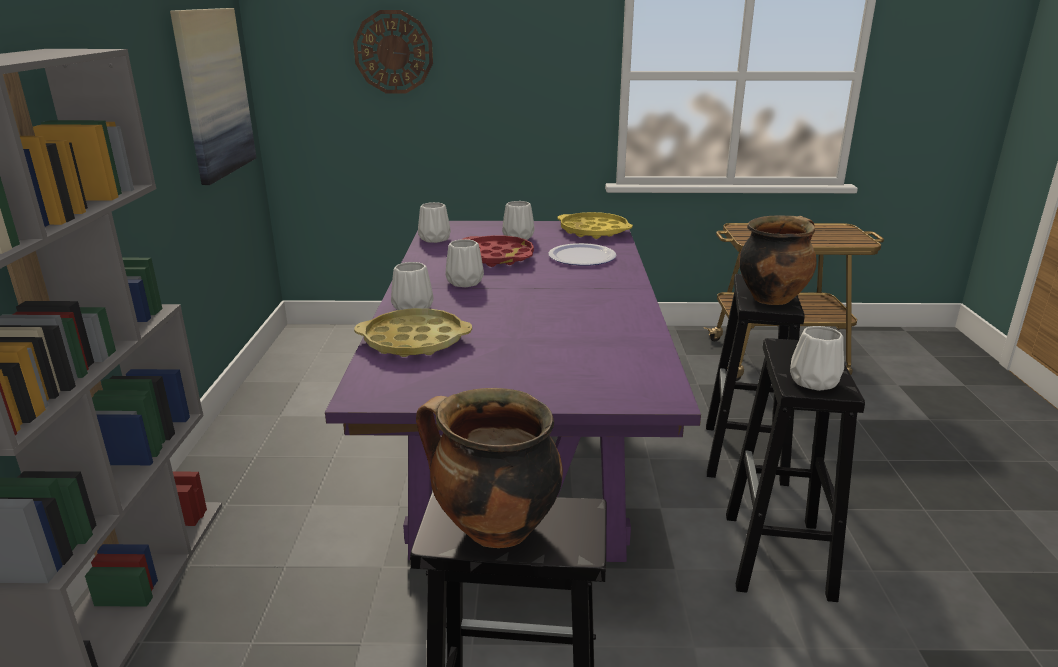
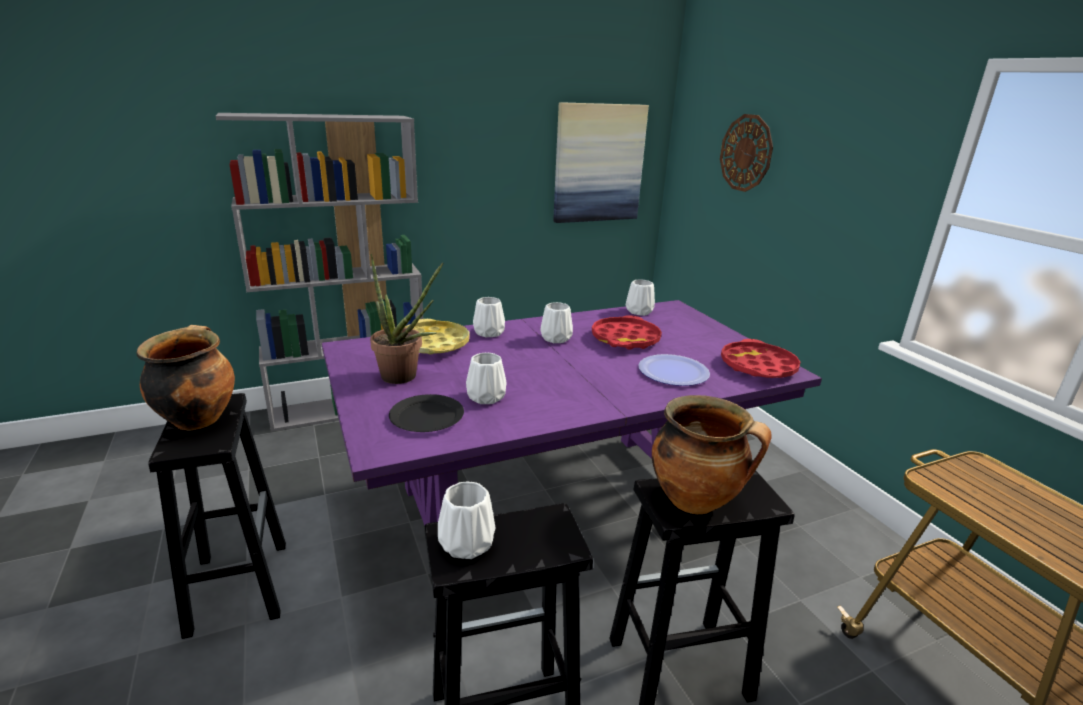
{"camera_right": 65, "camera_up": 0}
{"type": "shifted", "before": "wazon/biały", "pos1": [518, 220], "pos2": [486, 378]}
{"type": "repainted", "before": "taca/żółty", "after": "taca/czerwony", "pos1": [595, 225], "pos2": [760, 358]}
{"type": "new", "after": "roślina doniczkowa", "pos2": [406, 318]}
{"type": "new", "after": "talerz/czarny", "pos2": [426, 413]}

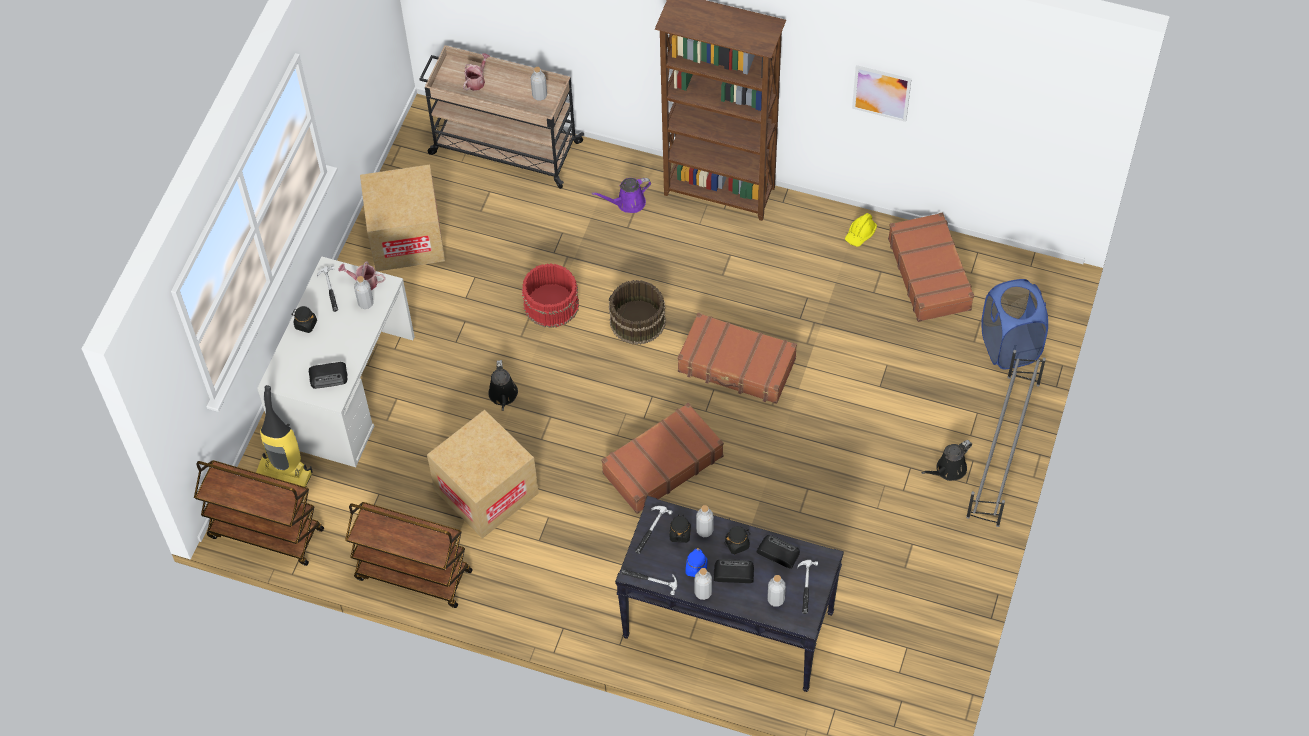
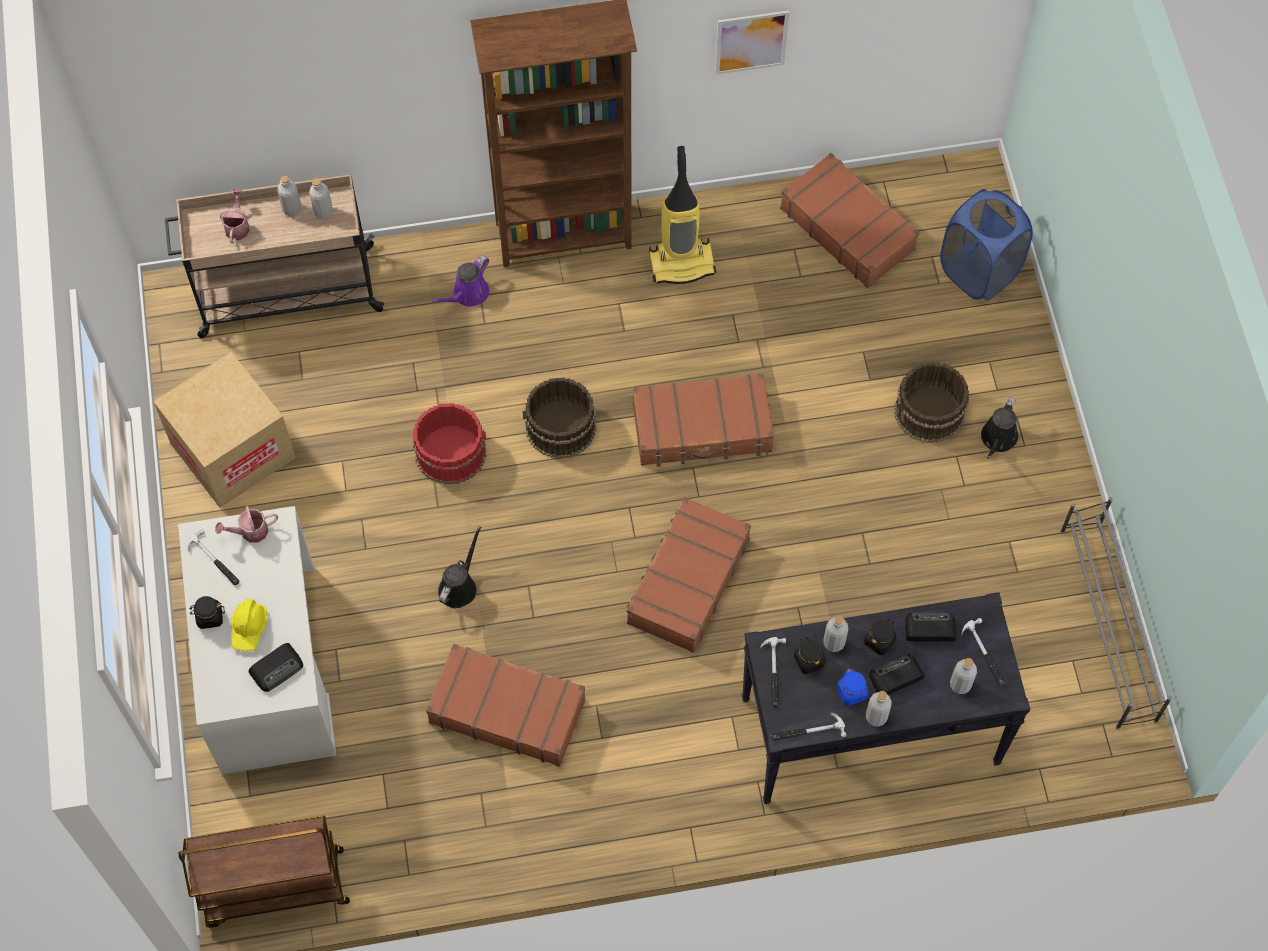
{"camera_right": -30, "camera_up": 5}
{"type": "shifted", "before": "kask/żółty", "pos1": [861, 230], "pos2": [249, 625]}
{"type": "shifted", "before": "butelka/szary", "pos1": [364, 292], "pos2": [289, 196]}
{"type": "shifted", "before": "regał na buty/szary", "pos1": [1006, 438], "pos2": [1116, 613]}
{"type": "rotated", "before": "konewka/czarny", "pos1": [503, 385], "pos2": [459, 567], "turn": -120}
{"type": "shifted", "before": "odkurzacz", "pos1": [284, 436], "pos2": [682, 215]}
{"type": "swapped", "before": "karton", "after": "walizka/brązowy", "pos1": [483, 474], "pos2": [506, 705]}
{"type": "gone", "before": "wózek/brązowy", "pos1": [409, 555]}
{"type": "new", "after": "wiadro/brązowy", "pos2": [931, 402]}

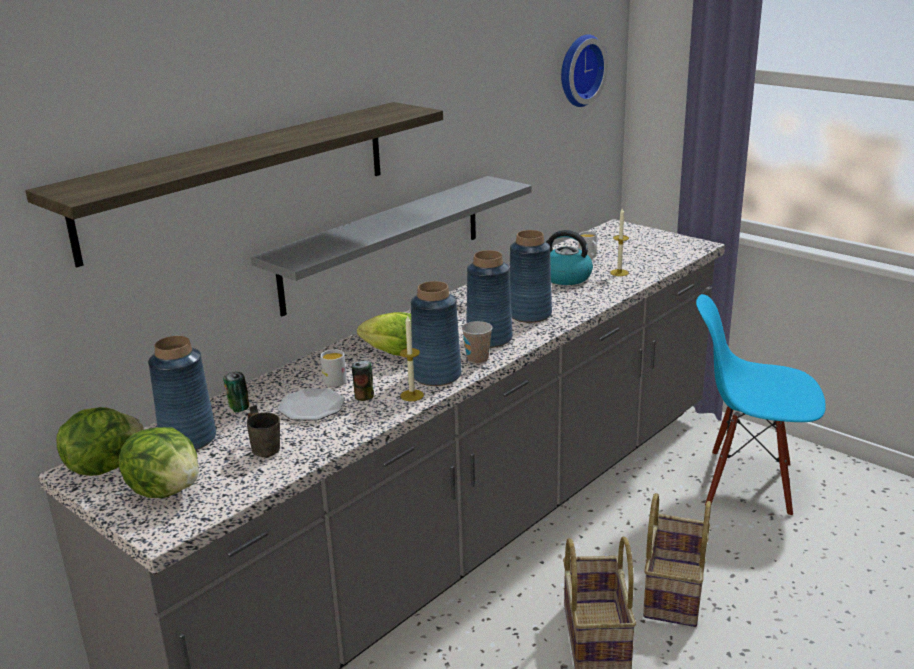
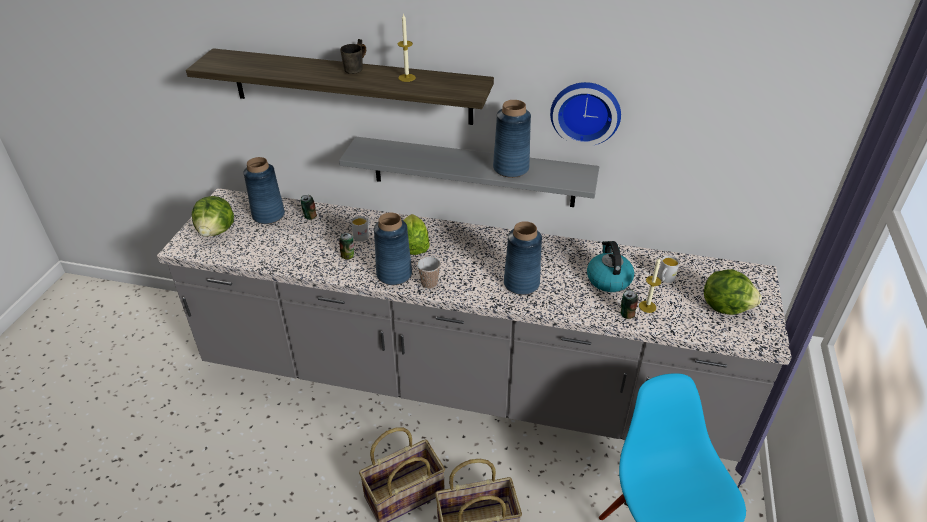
{"camera_right": 60, "camera_up": 15}
{"type": "shifted", "before": "zegar ścienny", "pos1": [584, 70], "pos2": [585, 114]}
{"type": "shifted", "before": "wazon/niebieski", "pos1": [489, 299], "pos2": [512, 139]}
{"type": "shifted", "before": "świeca", "pos1": [412, 358], "pos2": [407, 47]}
{"type": "gone", "before": "talerz", "pos1": [311, 404]}
{"type": "shifted", "before": "kubek/szary", "pos1": [263, 431], "pos2": [353, 56]}
{"type": "shifted", "before": "sałata", "pos1": [100, 441], "pos2": [733, 292]}
{"type": "new", "after": "puszka", "pos2": [629, 304]}

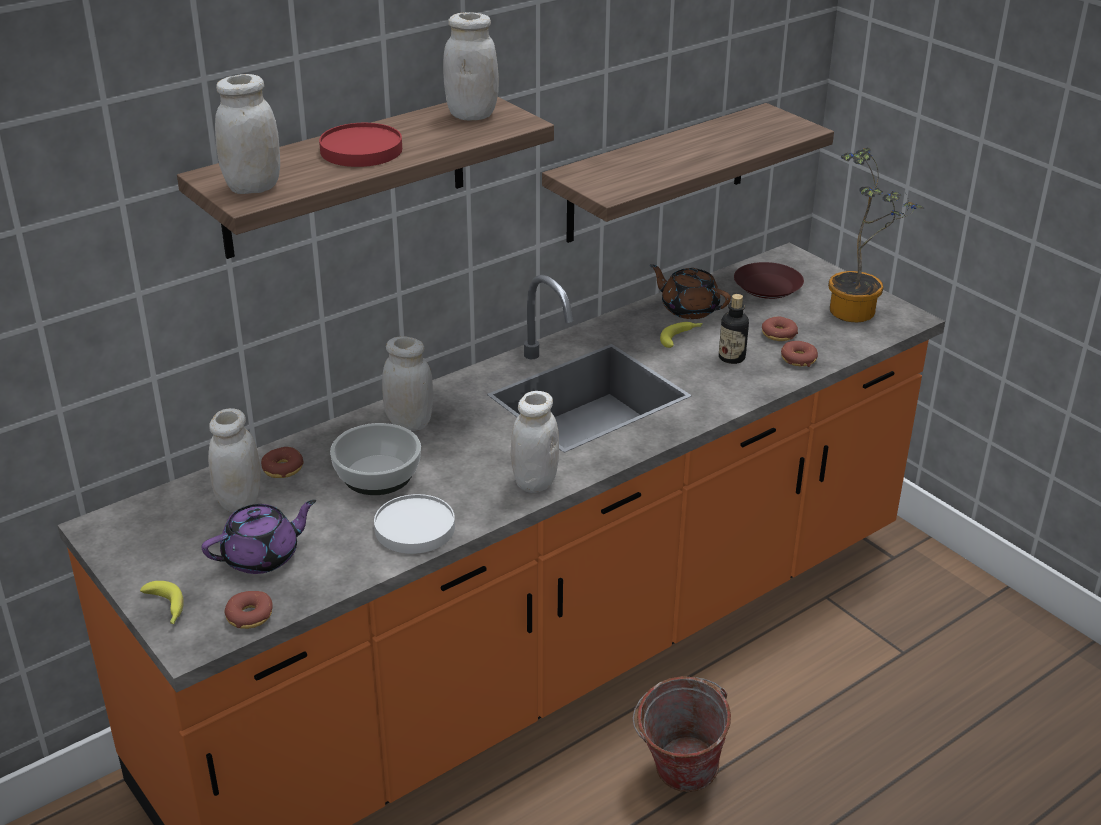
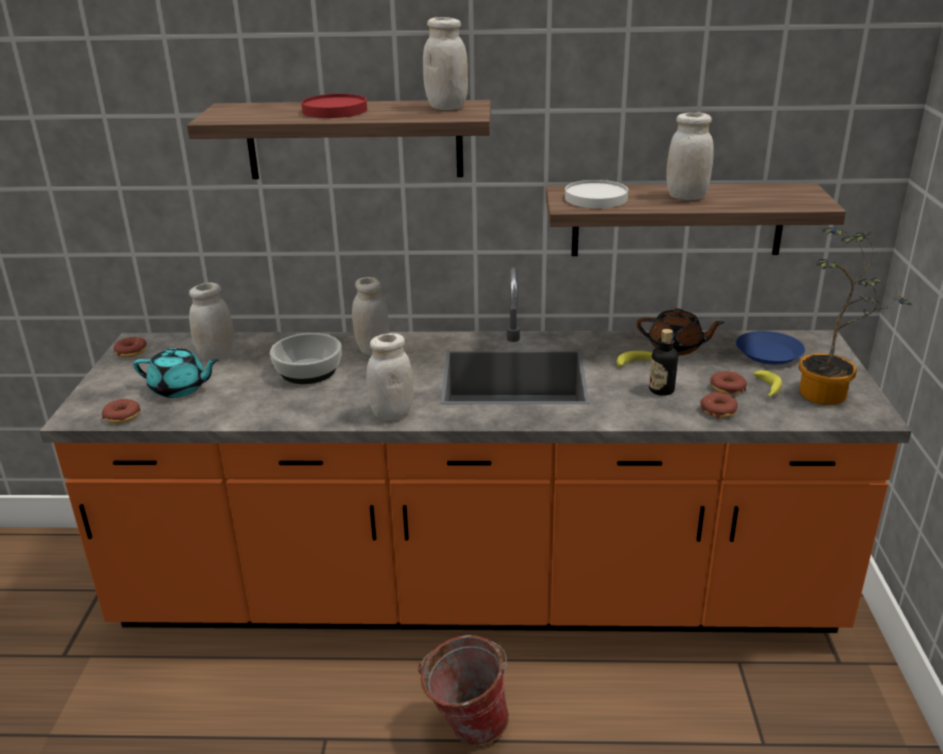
{"camera_right": 40, "camera_up": -5}
{"type": "shifted", "before": "słoik/biały", "pos1": [247, 134], "pos2": [690, 156]}
{"type": "repainted", "before": "talerz/brązowy", "after": "talerz/niebieski", "pos1": [769, 280], "pos2": [770, 348]}
{"type": "rotated", "before": "imbryk/brązowy", "pos1": [690, 291], "pos2": [681, 332], "turn": 120}
{"type": "shifted", "before": "donut", "pos1": [282, 462], "pos2": [130, 347]}
{"type": "shifted", "before": "talerz/biały", "pos1": [414, 524], "pos2": [596, 194]}
{"type": "repainted", "before": "imbryk/fioletowy", "after": "imbryk/turkusowy", "pos1": [259, 537], "pos2": [176, 373]}
{"type": "shifted", "before": "banan", "pos1": [162, 602], "pos2": [767, 383]}

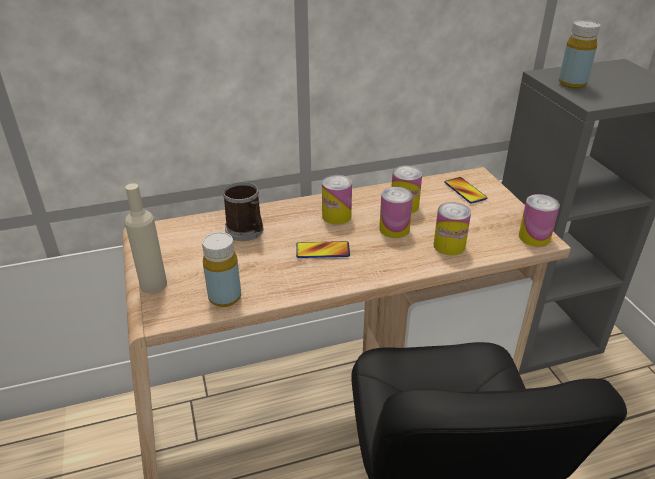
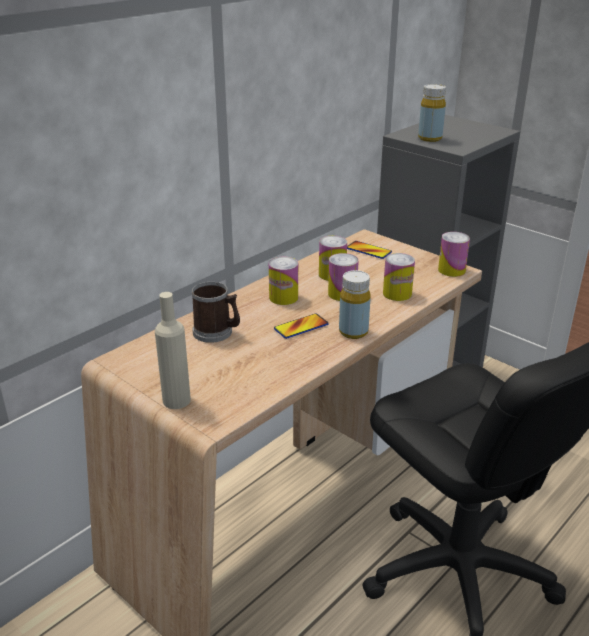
{"camera_right": -30, "camera_up": -5}
{"type": "shifted", "before": "butelka/żółty", "pos1": [221, 269], "pos2": [355, 304]}

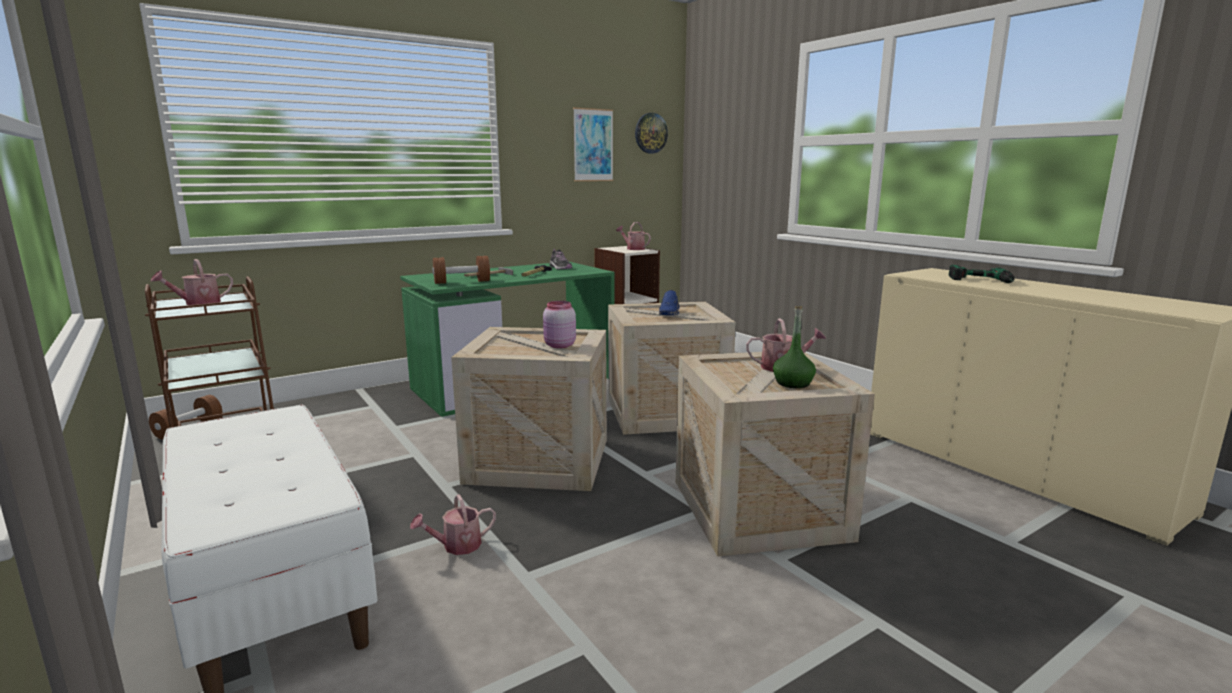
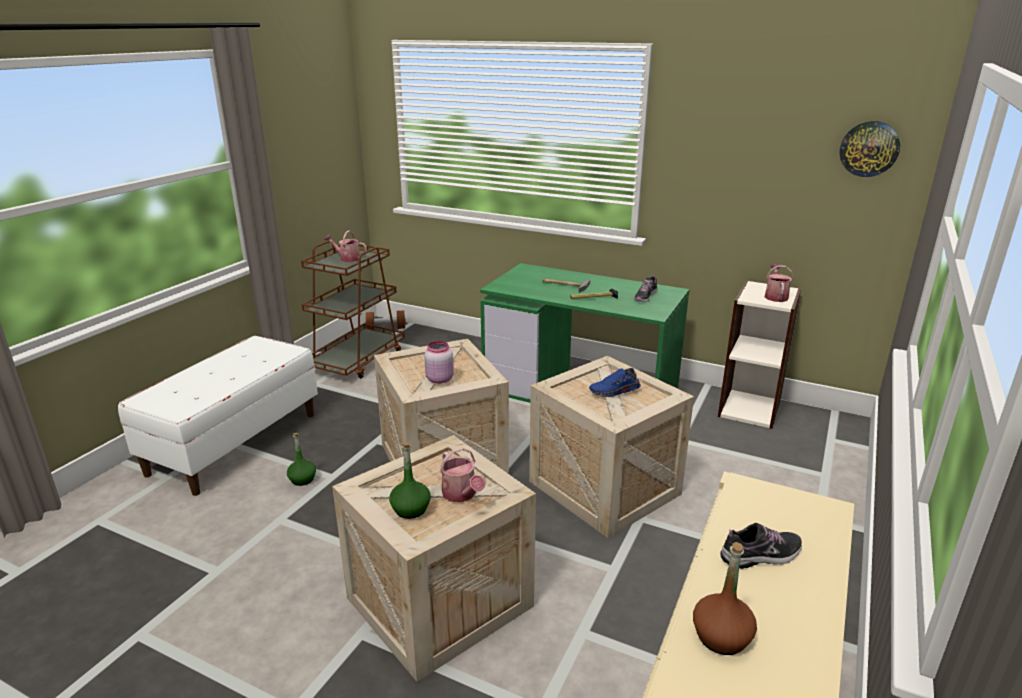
{"camera_right": 60, "camera_up": 10}
{"type": "gone", "before": "obraz", "pos1": [593, 144]}
{"type": "gone", "before": "hantel/brązowy", "pos1": [461, 270]}
{"type": "swapped", "before": "wiertarka", "after": "but", "pos1": [981, 274], "pos2": [761, 546]}
{"type": "swapped", "before": "konewka", "after": "butelka/zielony", "pos1": [453, 524], "pos2": [301, 459]}
{"type": "new", "after": "butelka/brązowy", "pos2": [725, 598]}

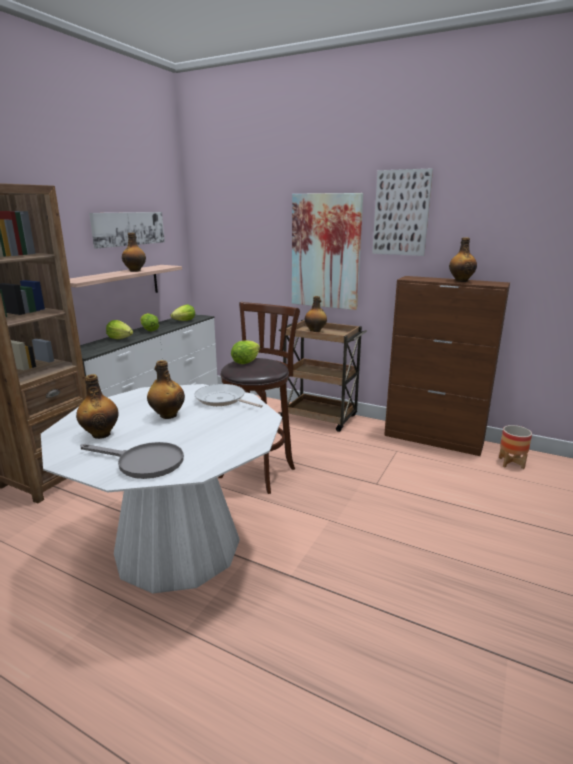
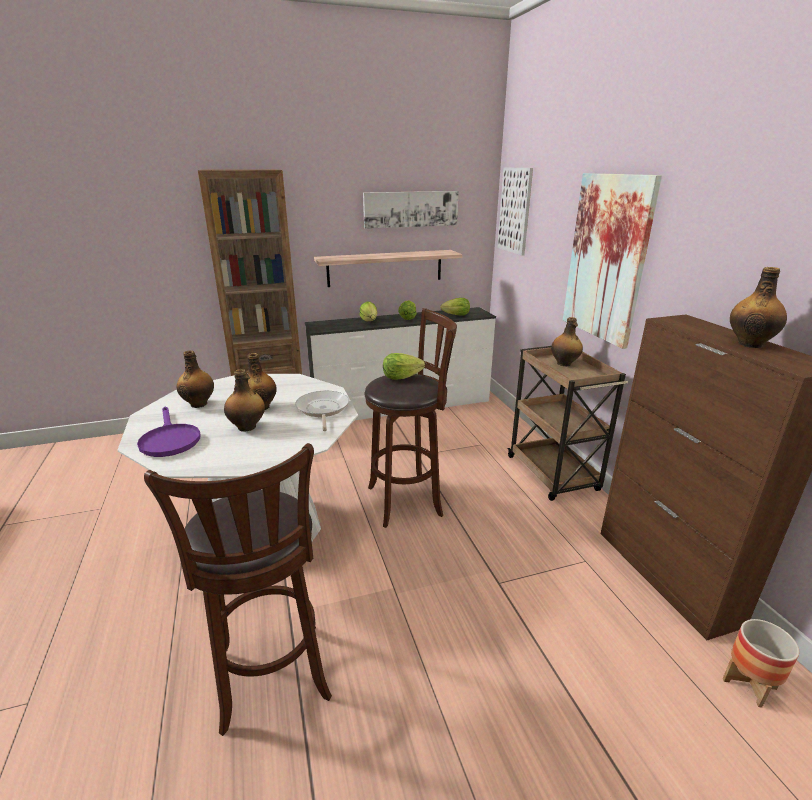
{"camera_right": 45, "camera_up": 5}
{"type": "shifted", "before": "obraz", "pos1": [402, 212], "pos2": [515, 211]}
{"type": "shifted", "before": "butelka", "pos1": [134, 252], "pos2": [244, 400]}
{"type": "repainted", "before": "patelnia/szary", "after": "patelnia/fioletowy", "pos1": [132, 460], "pos2": [169, 432]}
{"type": "new", "after": "stołek/brązowy", "pos2": [238, 589]}

